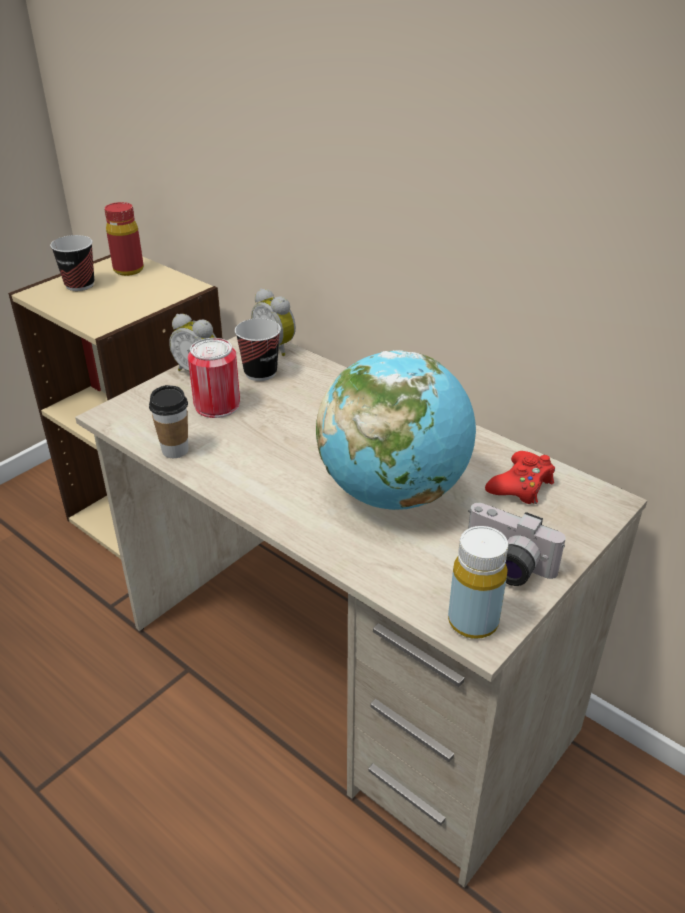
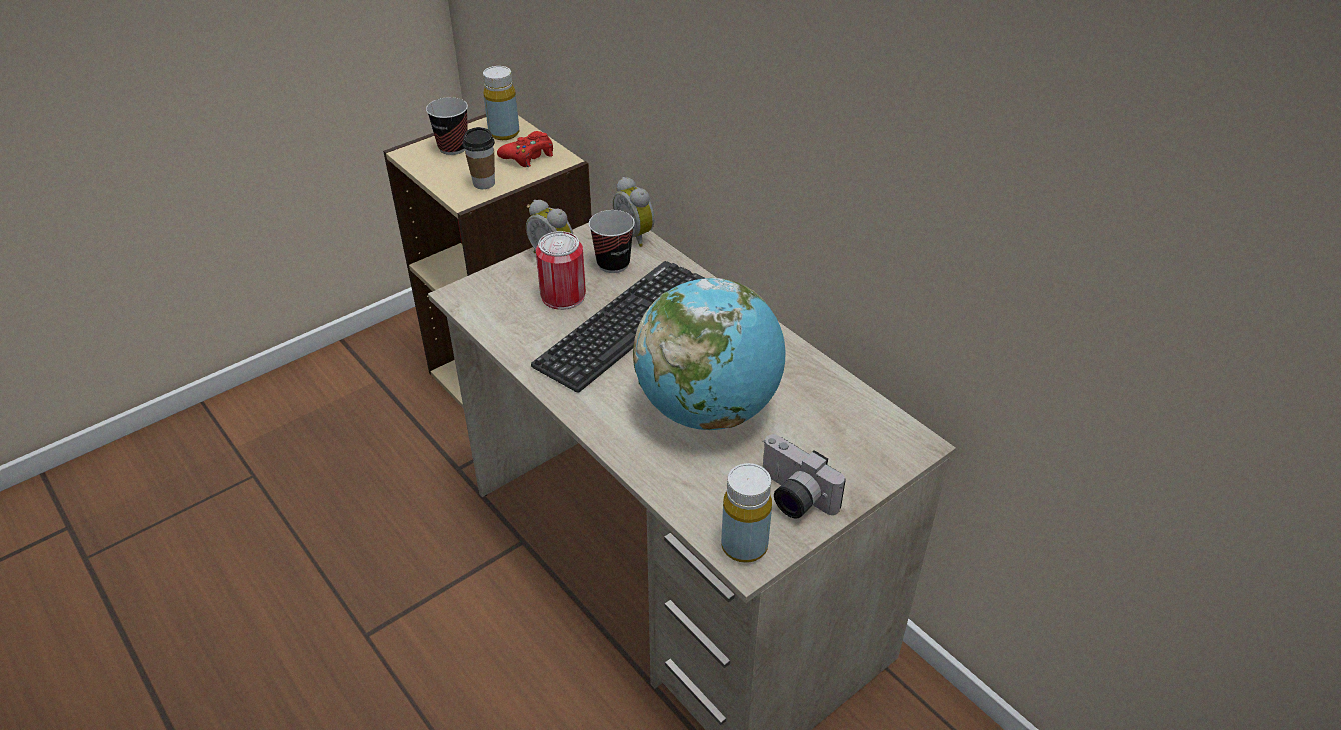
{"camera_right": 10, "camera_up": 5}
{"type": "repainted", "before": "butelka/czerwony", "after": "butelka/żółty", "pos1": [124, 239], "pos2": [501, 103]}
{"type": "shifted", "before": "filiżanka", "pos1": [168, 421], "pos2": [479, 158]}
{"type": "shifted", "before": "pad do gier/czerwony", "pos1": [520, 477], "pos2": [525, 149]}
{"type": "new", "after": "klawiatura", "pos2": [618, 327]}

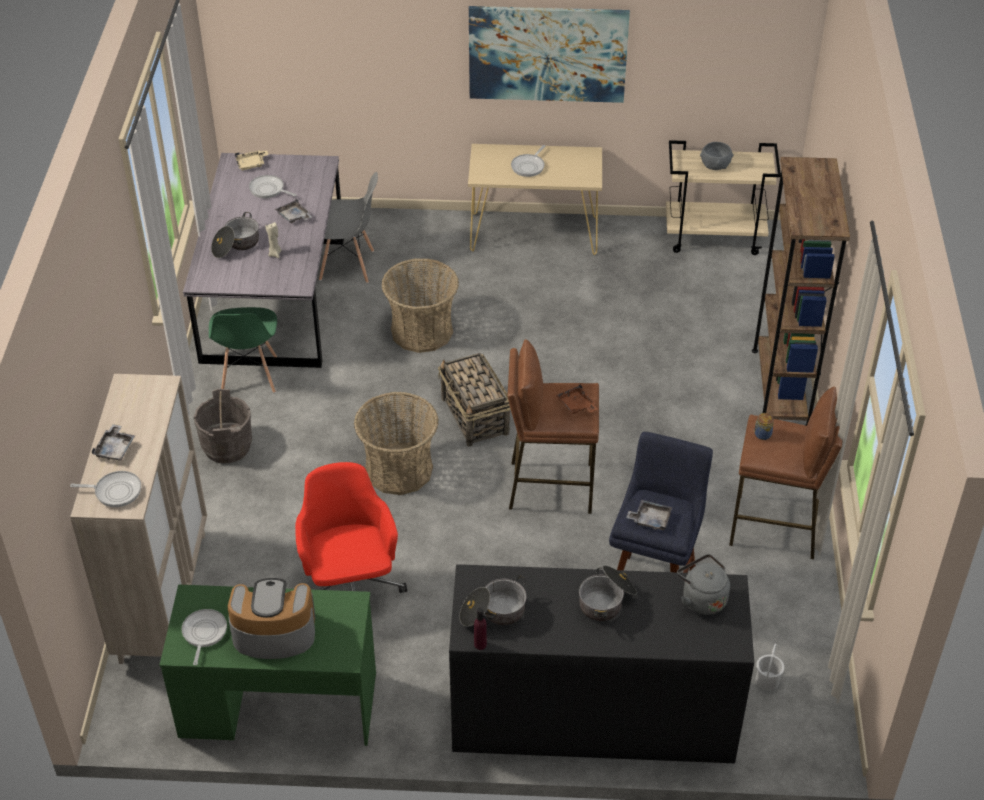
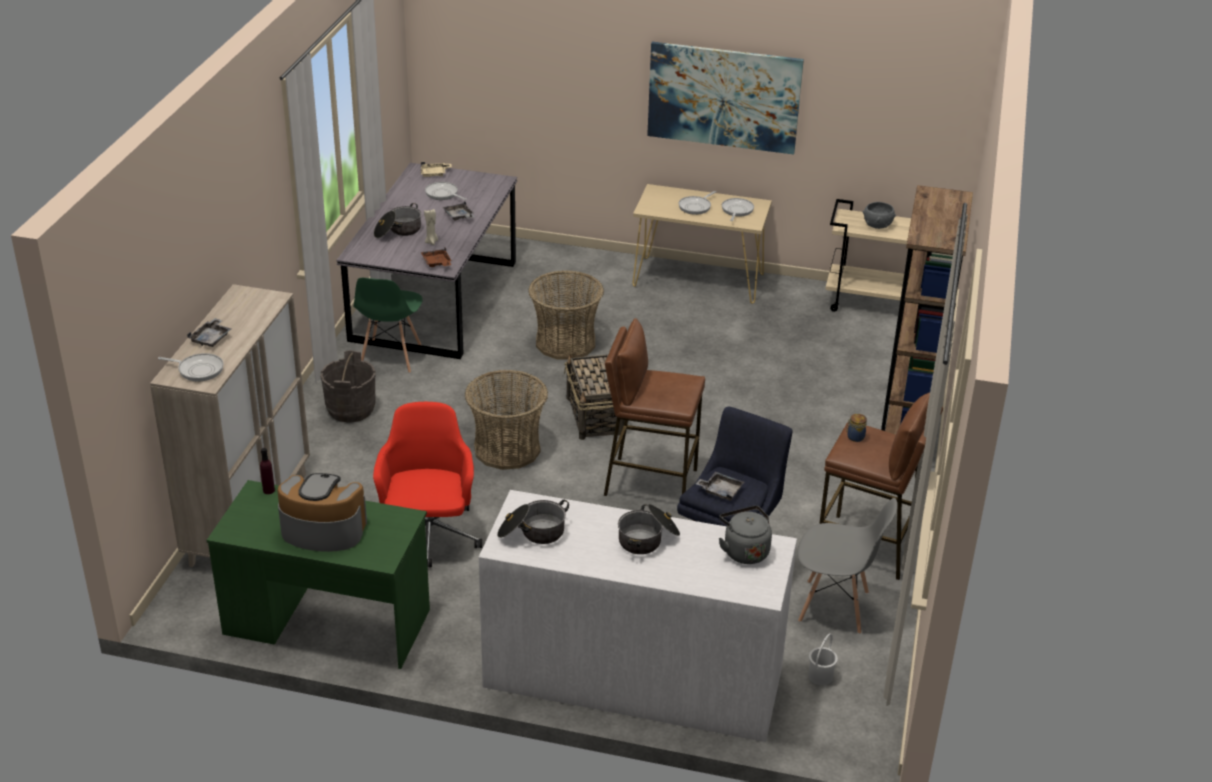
{"camera_right": 10, "camera_up": -10}
{"type": "shifted", "before": "krzesło/szary", "pos1": [348, 227], "pos2": [847, 566]}
{"type": "shifted", "before": "taca/brązowy", "pos1": [577, 399], "pos2": [436, 257]}
{"type": "repainted", "before": "komoda/czarny", "after": "komoda/biały", "pos1": [601, 663], "pos2": [638, 616]}
{"type": "shifted", "before": "butelka/fioletowy", "pos1": [480, 629], "pos2": [267, 471]}
{"type": "shifted", "before": "patelnia", "pos1": [204, 637], "pos2": [738, 209]}

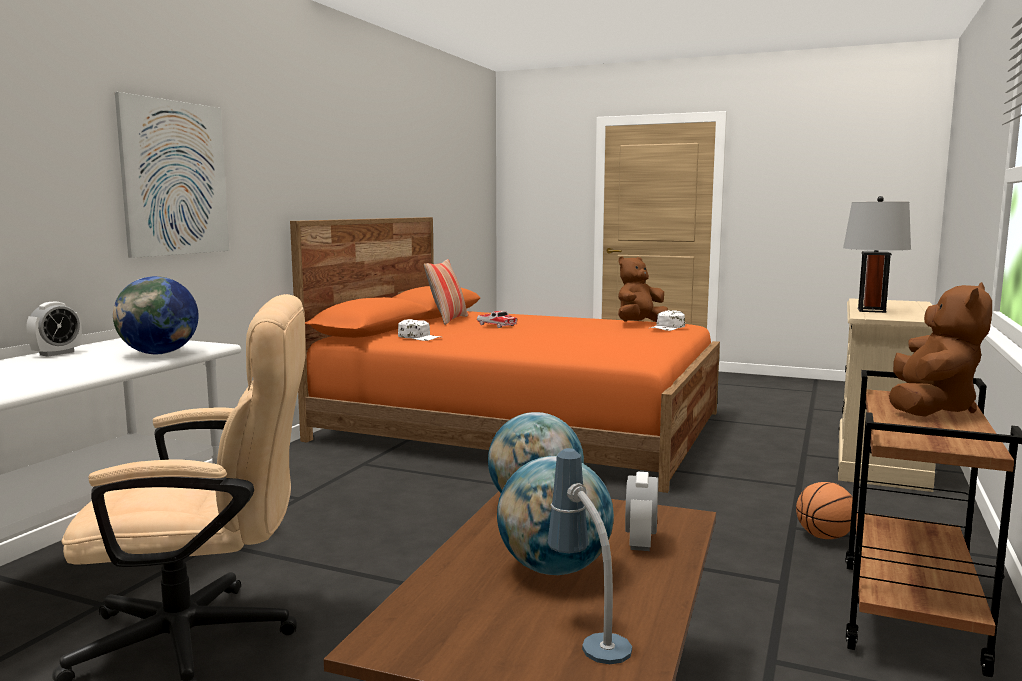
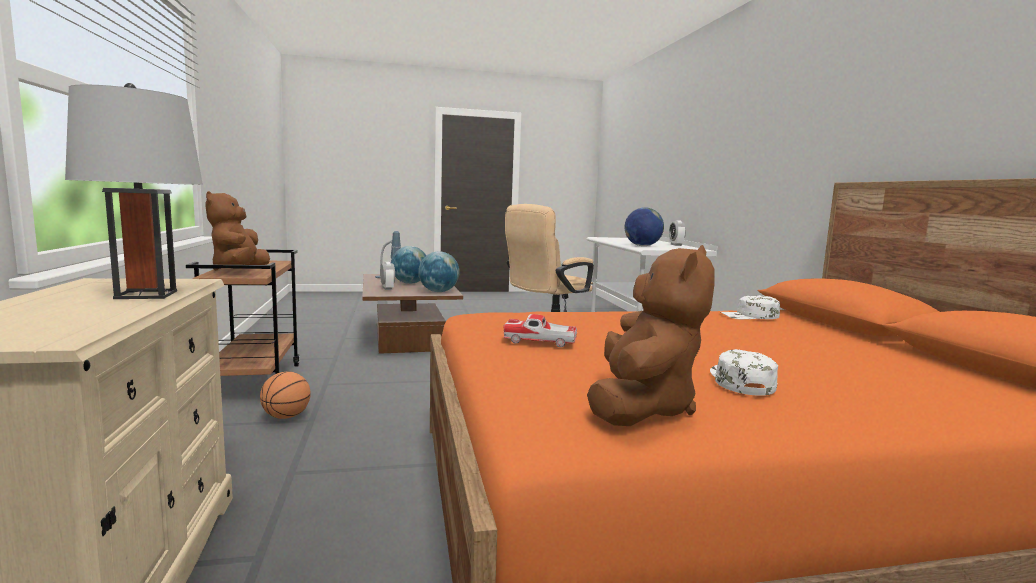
{"camera_right": 145, "camera_up": 0}
{"type": "gone", "before": "obraz", "pos1": [172, 175]}
{"type": "gone", "before": "poduszka", "pos1": [446, 292]}
{"type": "shifted", "before": "czapka z daszkiem/biały", "pos1": [668, 320], "pos2": [744, 372]}
{"type": "shifted", "before": "samochodzik", "pos1": [497, 319], "pos2": [540, 330]}

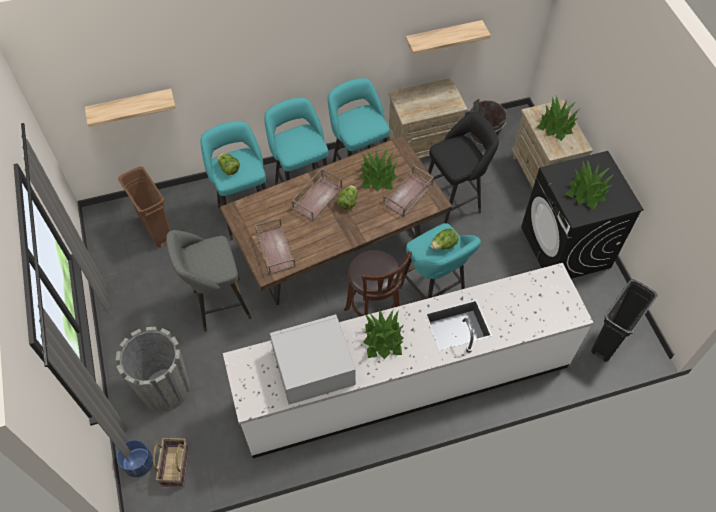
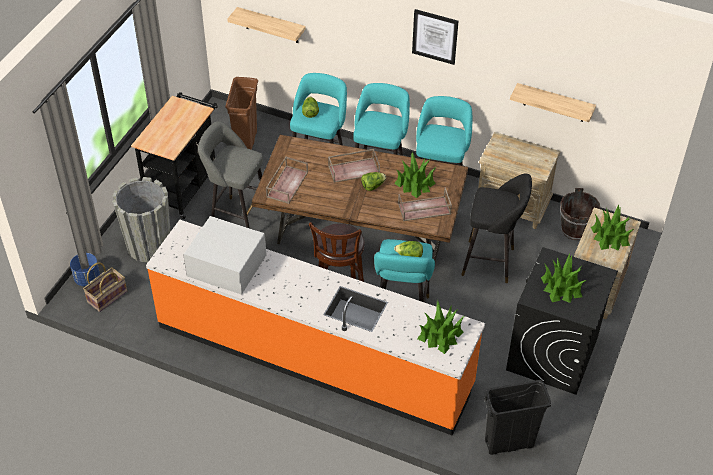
{"camera_right": 40, "camera_up": -10}
{"type": "repainted", "before": "zabudowa kuchenna/biały", "after": "zabudowa kuchenna/pomarańczowy", "pos1": [408, 360], "pos2": [315, 328]}
{"type": "shifted", "before": "roślina doniczkowa", "pos1": [383, 334], "pos2": [440, 328]}
{"type": "new", "after": "obraz", "pos2": [435, 37]}
{"type": "new", "after": "wózek/czarny", "pos2": [174, 155]}

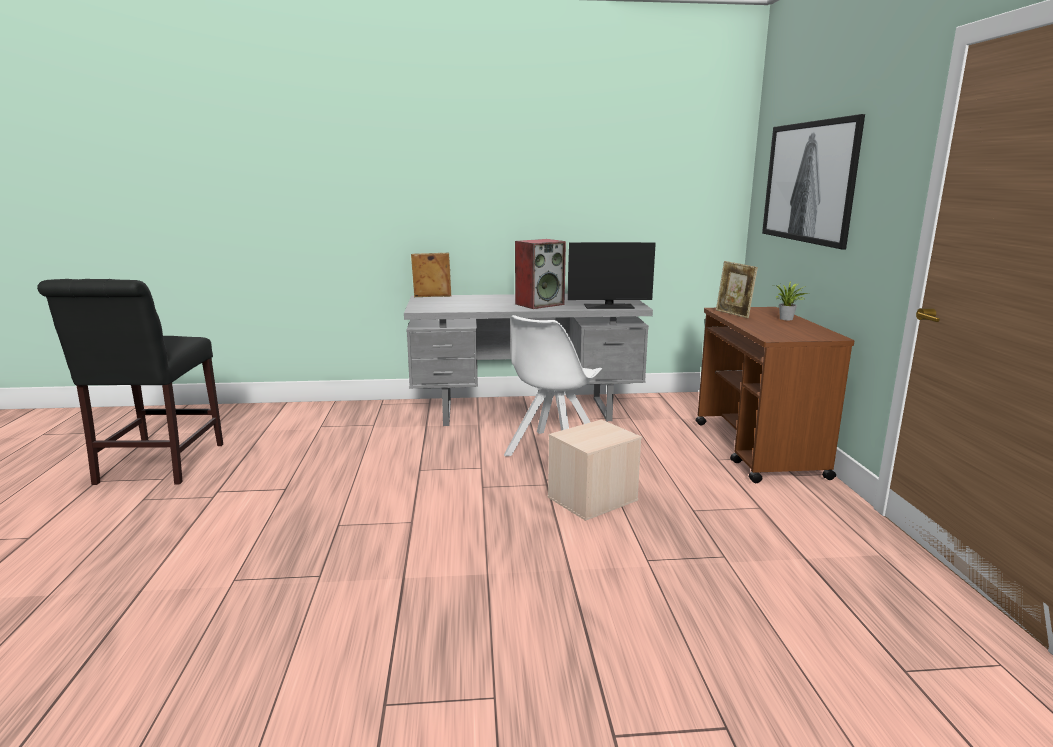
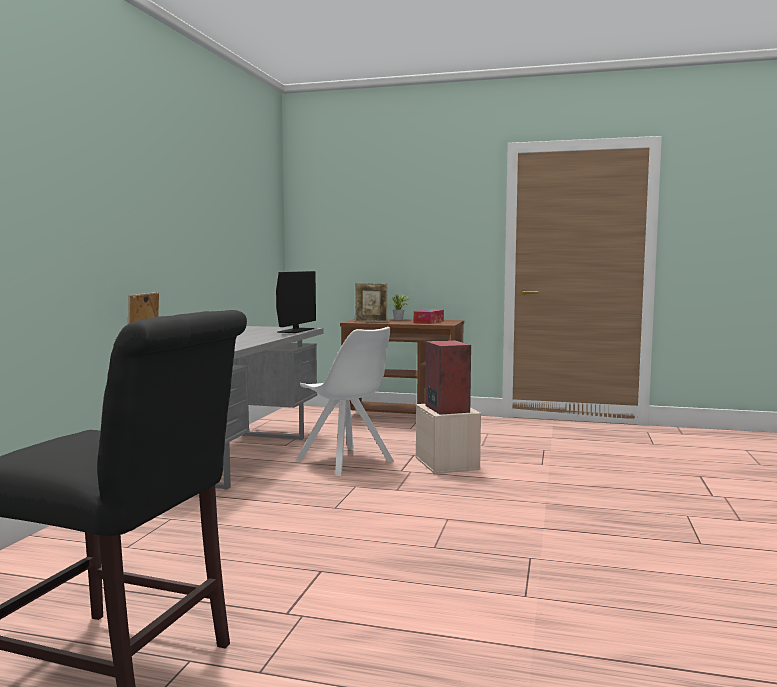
{"camera_right": -70, "camera_up": -10}
{"type": "gone", "before": "obraz", "pos1": [813, 181]}
{"type": "shifted", "before": "głośnik", "pos1": [540, 274], "pos2": [448, 377]}
{"type": "new", "after": "pudełko chusteczek", "pos2": [429, 316]}

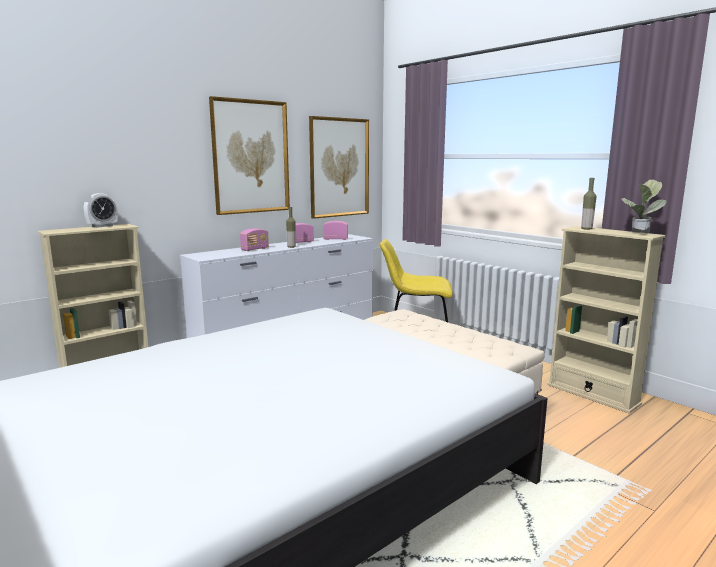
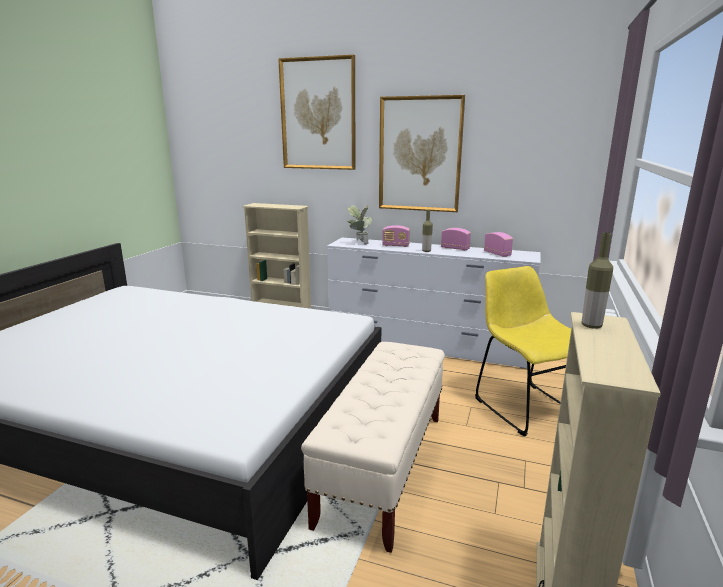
{"camera_right": 60, "camera_up": 5}
{"type": "shifted", "before": "obraz", "pos1": [339, 167], "pos2": [317, 112]}
{"type": "shifted", "before": "roślina doniczkowa", "pos1": [643, 206], "pos2": [359, 224]}
{"type": "gone", "before": "budzik", "pos1": [100, 210]}

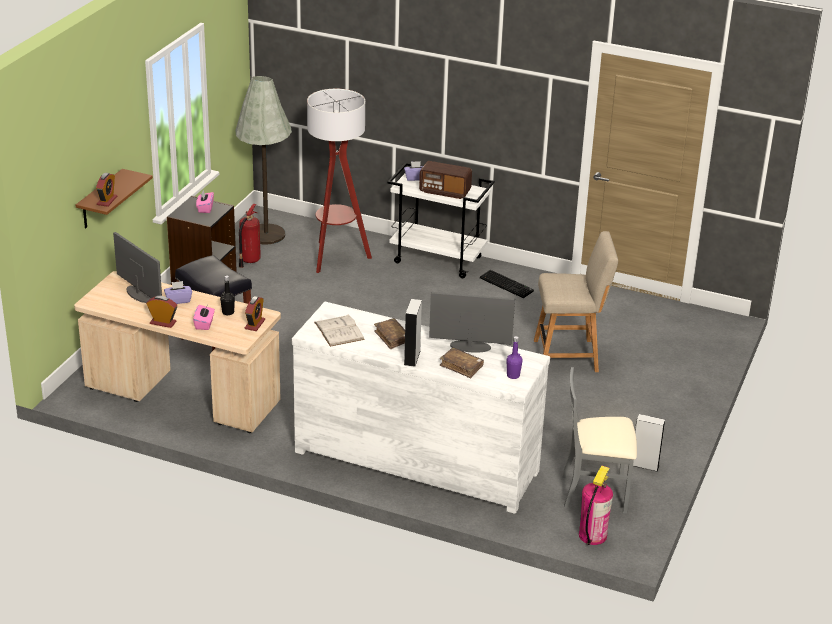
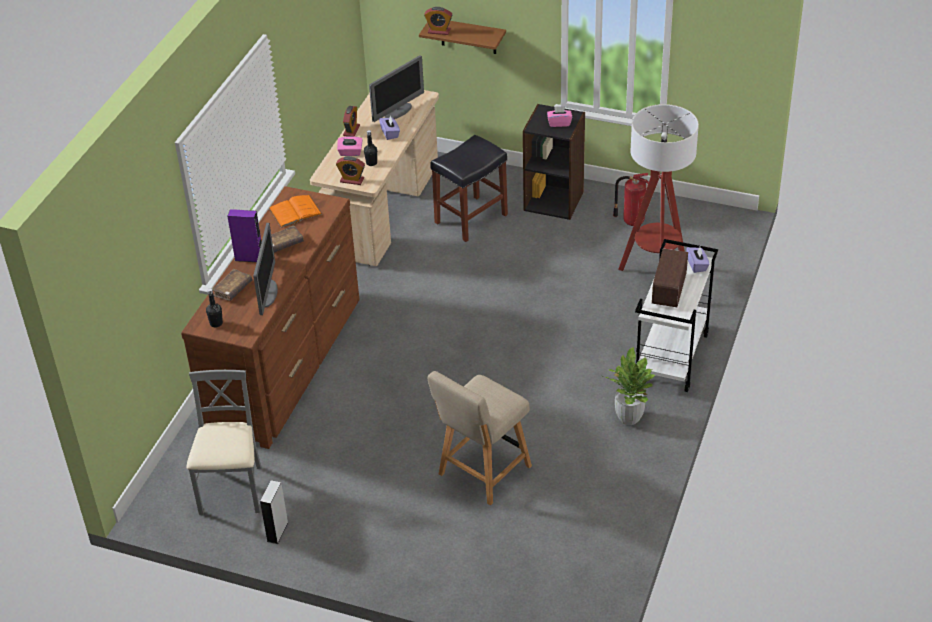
{"camera_right": 90, "camera_up": 10}
{"type": "gone", "before": "lampa stojąca/szary", "pos1": [263, 160]}
{"type": "rotated", "before": "krzesło/beżowy", "pos1": [576, 301], "pos2": [479, 438], "turn": 45}
{"type": "swapped", "before": "klawiatura", "after": "roślina doniczkowa", "pos1": [507, 284], "pos2": [630, 386]}
{"type": "repainted", "before": "głośnik/szary", "after": "głośnik/fioletowy", "pos1": [413, 333], "pos2": [244, 235]}
{"type": "repainted", "before": "komoda/biały", "after": "komoda/brązowy", "pos1": [421, 408], "pos2": [270, 317]}
{"type": "repainted", "before": "książka/biały", "after": "książka/pomarańczowy", "pos1": [339, 331], "pos2": [295, 211]}
{"type": "repainted", "before": "butelka/fioletowy", "after": "butelka/czarny", "pos1": [514, 357], "pos2": [214, 308]}
{"type": "gone", "before": "gaśnica", "pos1": [596, 505]}

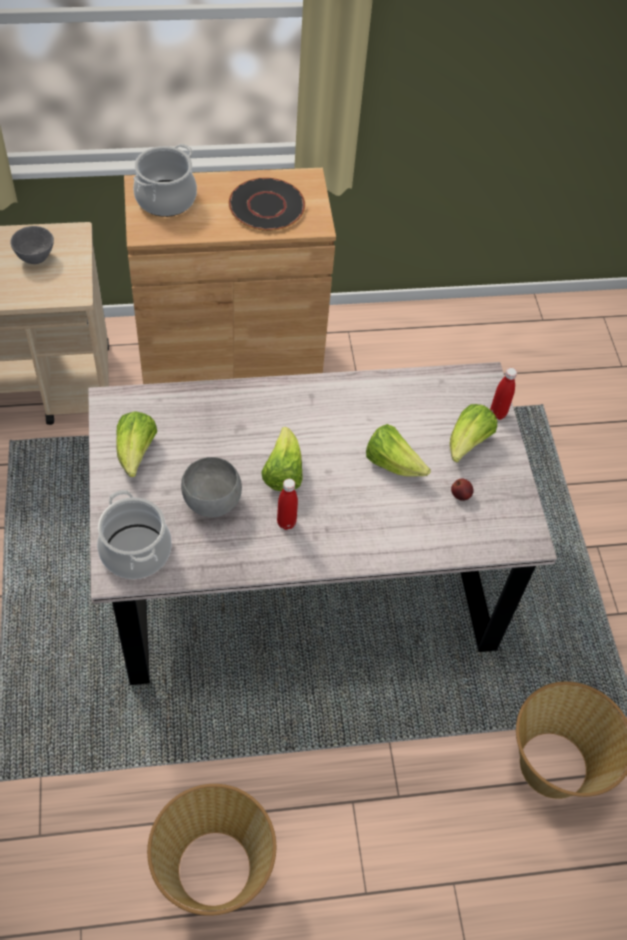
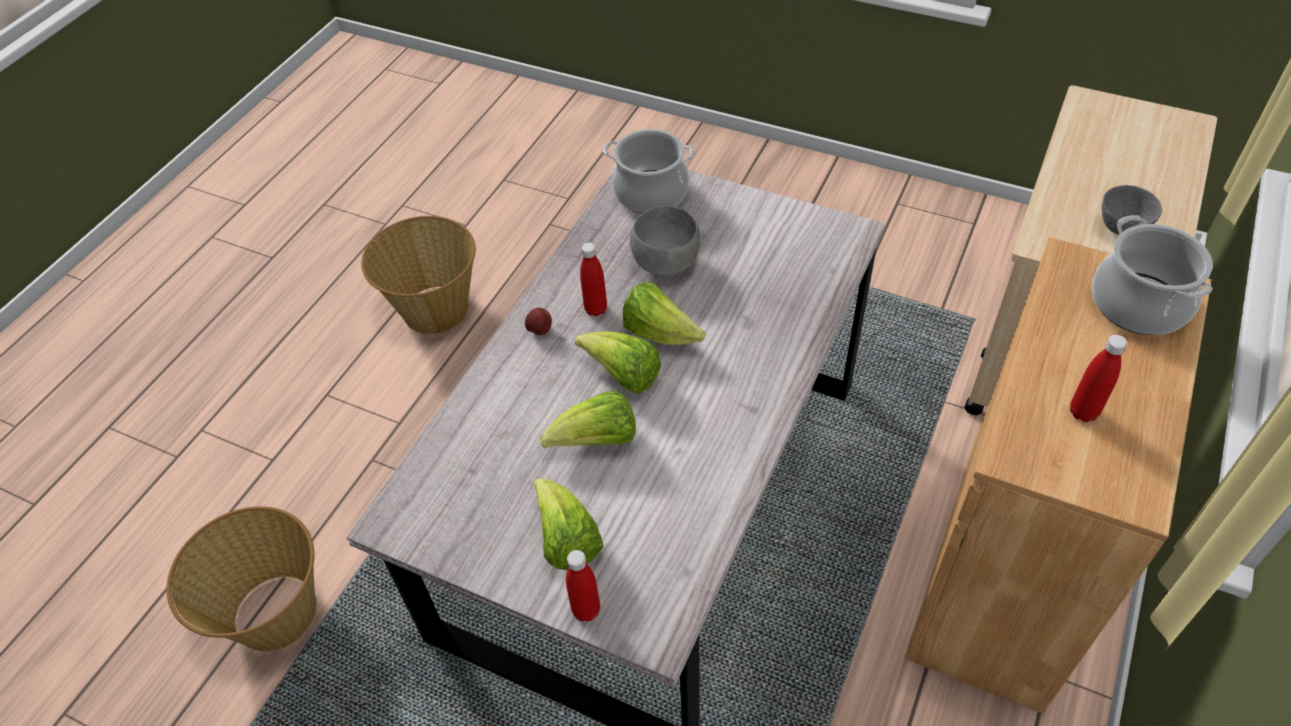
{"camera_right": 130, "camera_up": -5}
{"type": "swapped", "before": "talerz/czarny", "after": "butelka/czerwony", "pos1": [267, 204], "pos2": [1099, 378]}
{"type": "shifted", "before": "sałata", "pos1": [136, 444], "pos2": [618, 362]}
{"type": "shifted", "before": "jabłko", "pos1": [462, 490], "pos2": [538, 321]}

